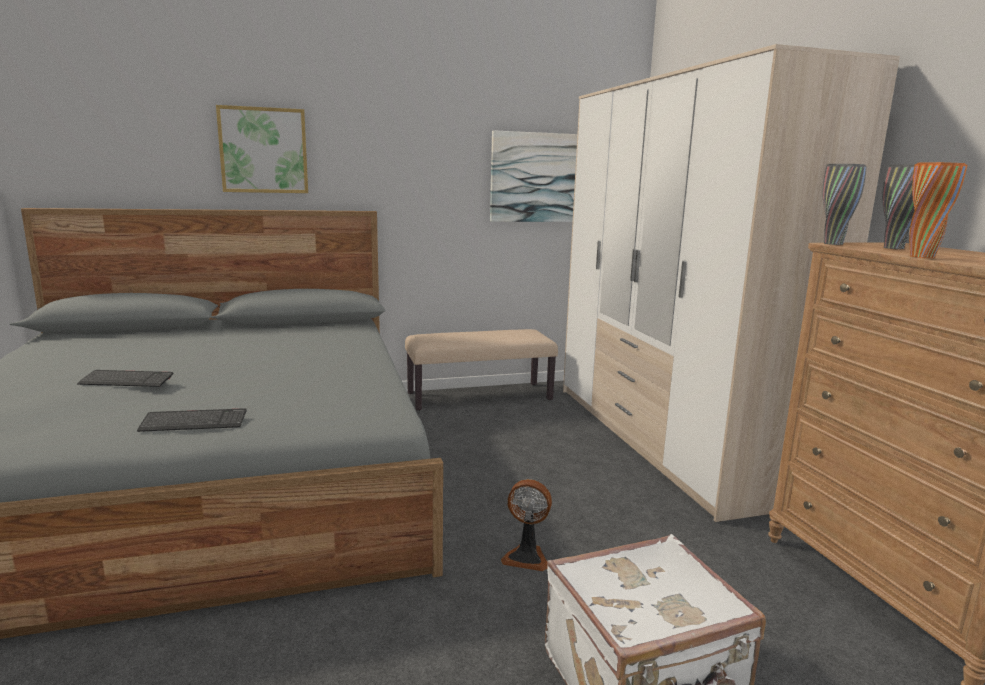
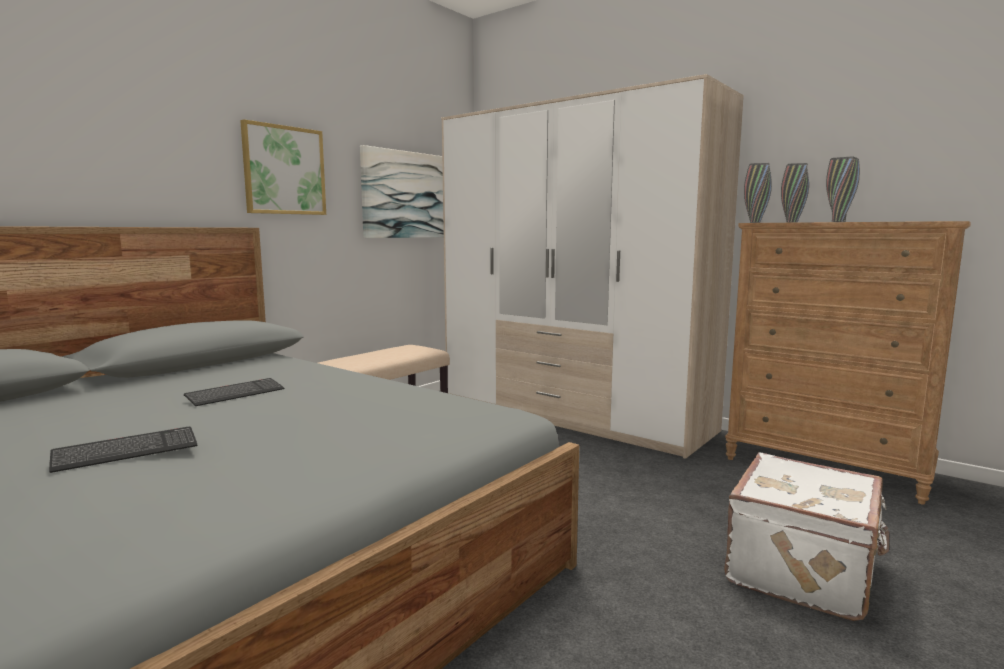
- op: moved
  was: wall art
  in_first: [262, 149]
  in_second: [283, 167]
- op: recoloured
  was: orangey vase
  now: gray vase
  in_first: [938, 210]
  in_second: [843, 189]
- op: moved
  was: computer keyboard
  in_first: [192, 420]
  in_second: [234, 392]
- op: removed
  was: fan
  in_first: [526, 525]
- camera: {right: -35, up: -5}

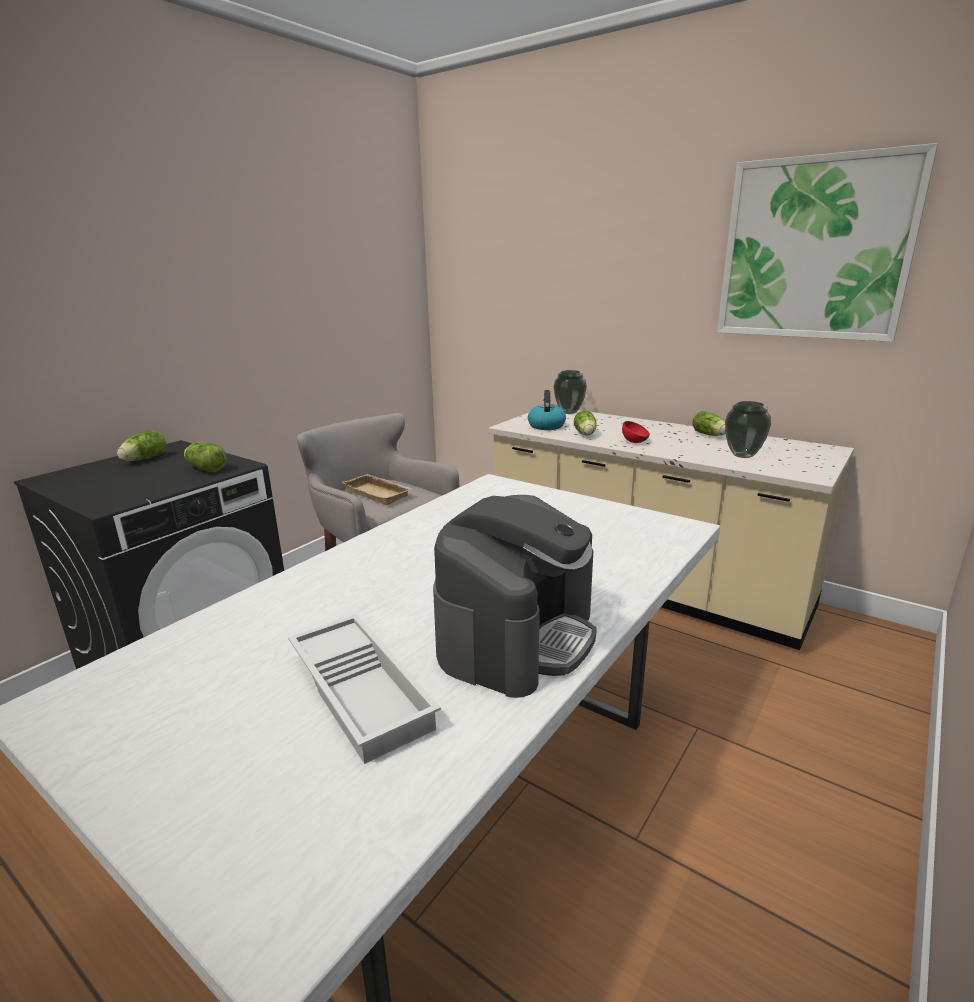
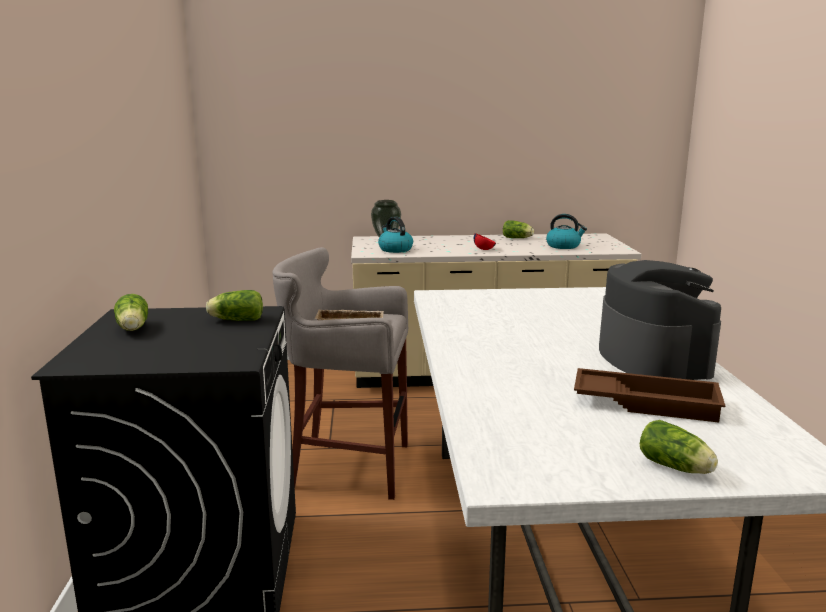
- op: removed
  was: wall art
  in_first: [827, 242]
- op: replaced
  was: vase
  now: water kettle
  in_first: [748, 429]
  in_second: [566, 231]
- op: moved
  was: lettuce
  in_first: [585, 423]
  in_second: [679, 447]
- op: recoloured
  was: white serving tray
  now: brown-coloured serving tray
  in_first: [364, 689]
  in_second: [649, 395]
- camera: {right: -40, up: -5}

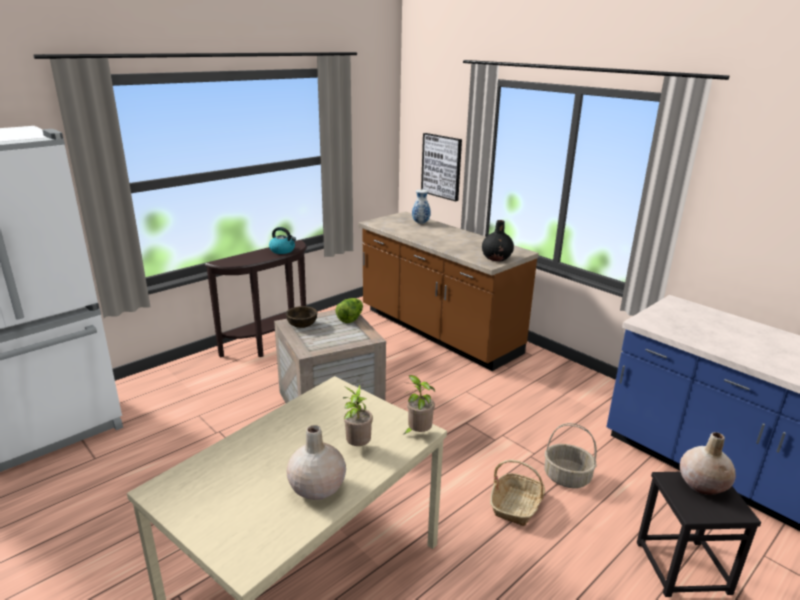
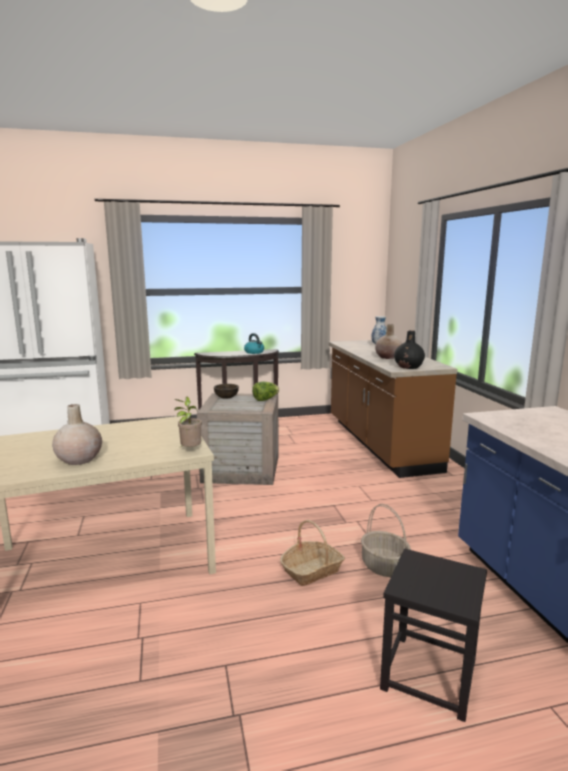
- op: removed
  was: wall art
  in_first: [441, 167]
- op: removed
  was: houseplant
  in_first: [358, 415]
- op: moved
  was: beige-coloured vase
  in_first: [708, 463]
  in_second: [388, 341]
- camera: {right: 30, up: -10}

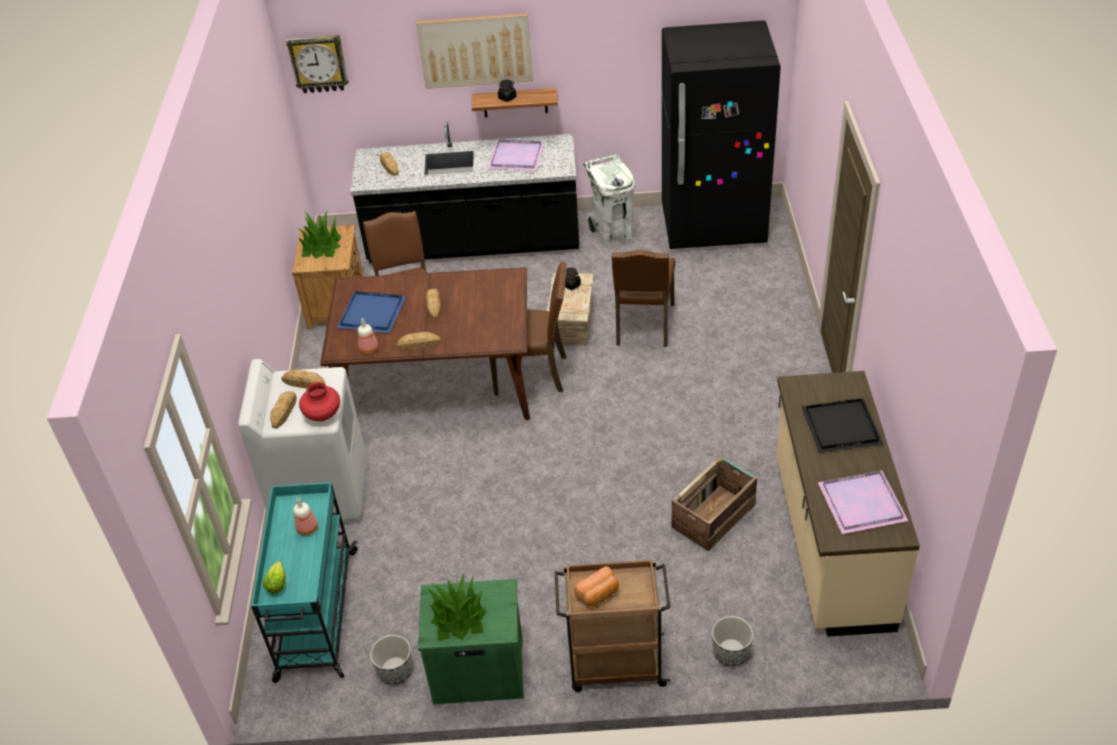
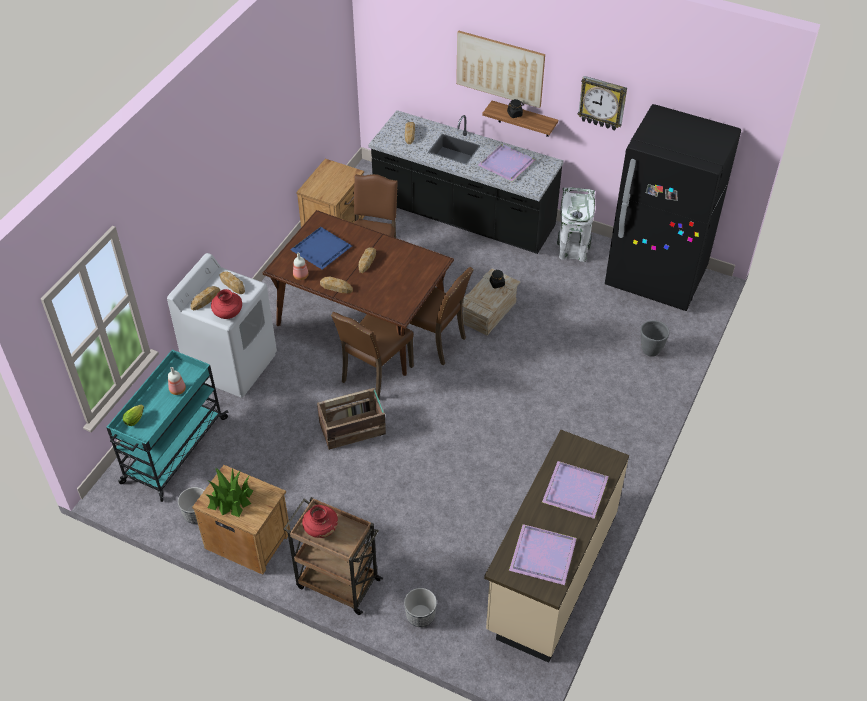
- op: moved
  was: hanging clock
  in_first: [317, 64]
  in_second: [602, 103]
- op: removed
  was: houseplant
  in_first: [319, 235]
- op: moved
  was: brown-coloured chair
  in_first: [643, 298]
  in_second: [372, 355]
- op: recoloured
  was: black-coloured serving tray
  now: purple-coloured serving tray
  in_first: [842, 425]
  in_second: [575, 490]
- op: moved
  was: crate
  in_first: [714, 503]
  in_second: [351, 419]
- op: replaced
  was: bread
  now: reddish vase
  in_first: [596, 586]
  in_second: [320, 521]
- op: recoloured
  was: green nightstand
  now: brown-coloured nightstand
  in_first: [471, 641]
  in_second: [241, 520]
- op: added
  now: gray planter
  in_second: [654, 338]
- camera: {right: 25, up: 5}

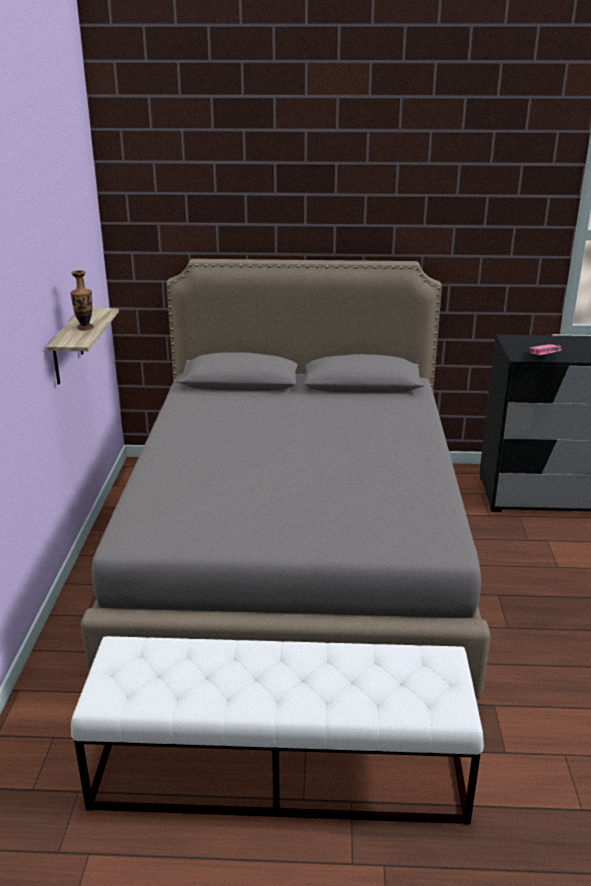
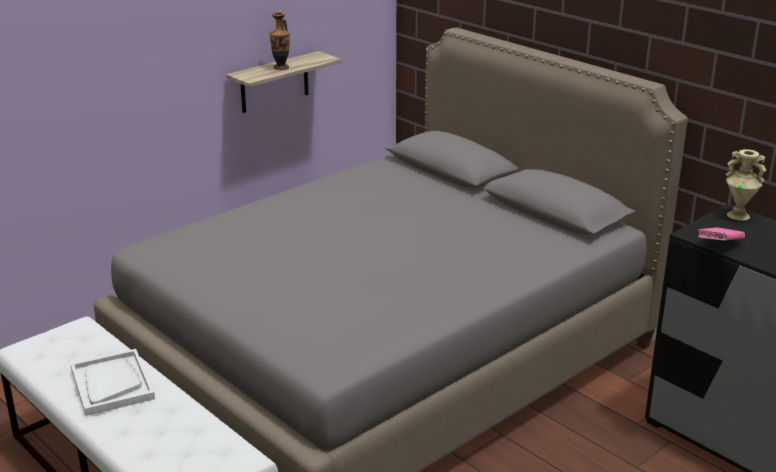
- op: added
  now: beige-coloured vase
  in_second: [746, 185]
- op: added
  now: white serving tray
  in_second: [112, 382]
- camera: {right: 45, up: 0}

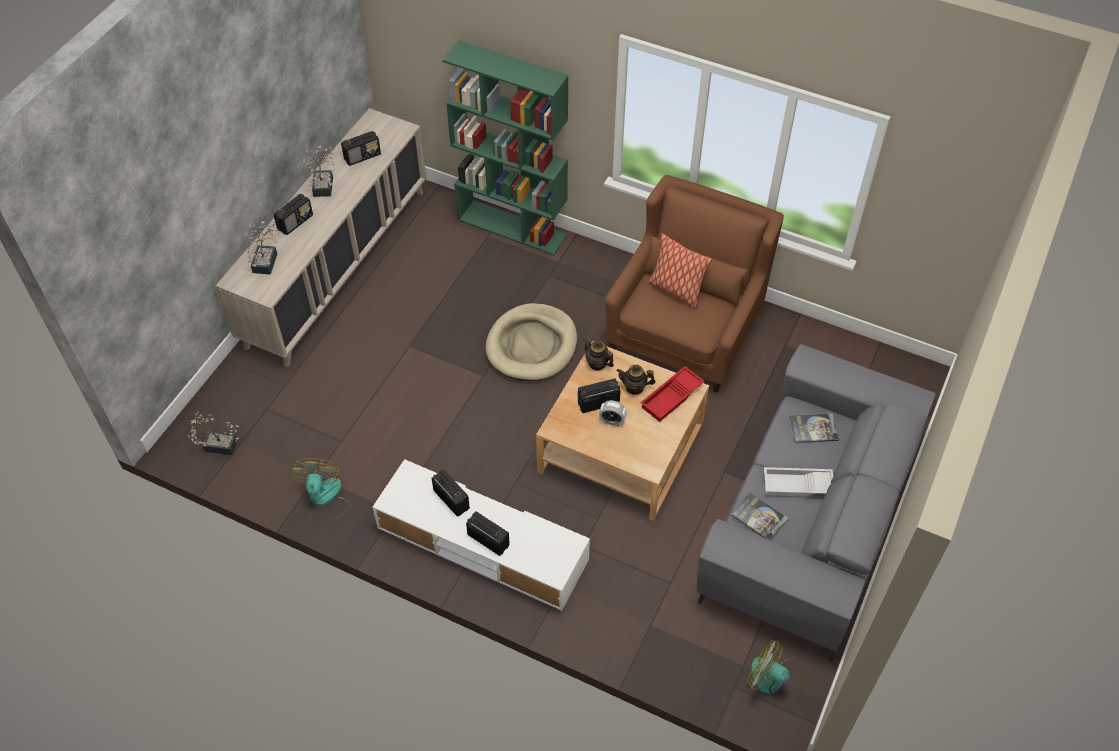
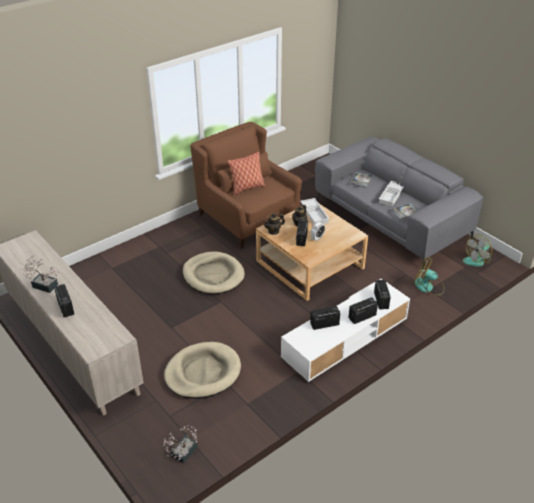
- op: removed
  was: green bookcase
  in_first: [505, 147]
- op: moved
  was: radio receiver
  in_first: [361, 148]
  in_second: [382, 295]
- op: removed
  was: houseplant
  in_first: [262, 248]
- op: recoloured
  was: reddish serving tray
  now: white serving tray
  in_first: [672, 394]
  in_second: [314, 211]
- op: moved
  was: fan
  in_first: [321, 490]
  in_second: [429, 276]
- op: added
  now: beige-coloured pet bed
  in_second: [202, 370]
- camera: {right: -65, up: -15}

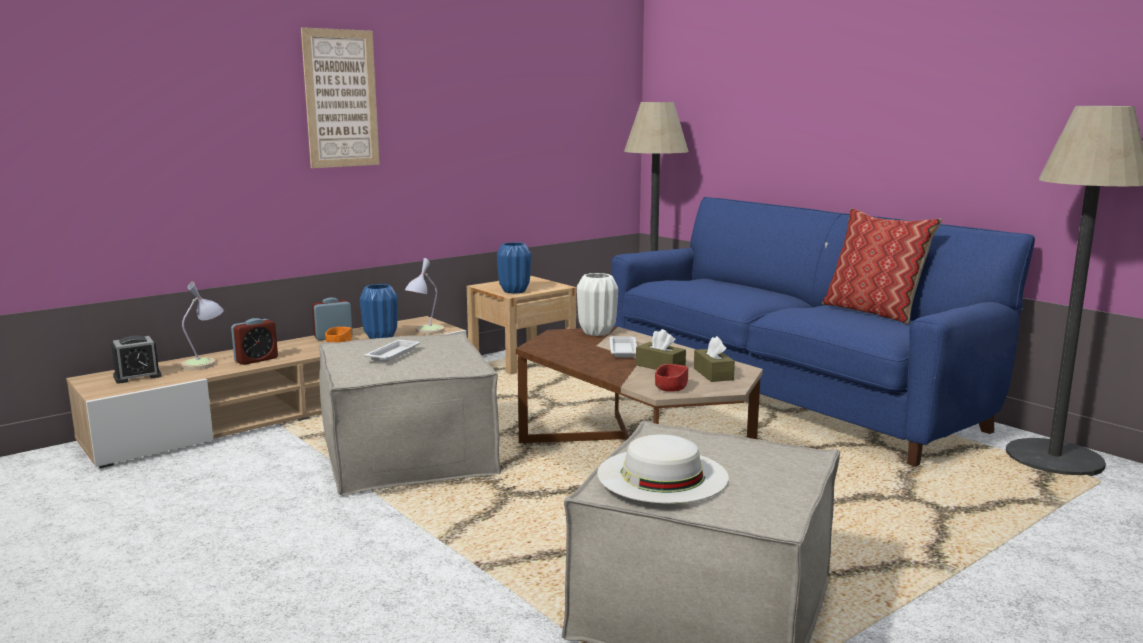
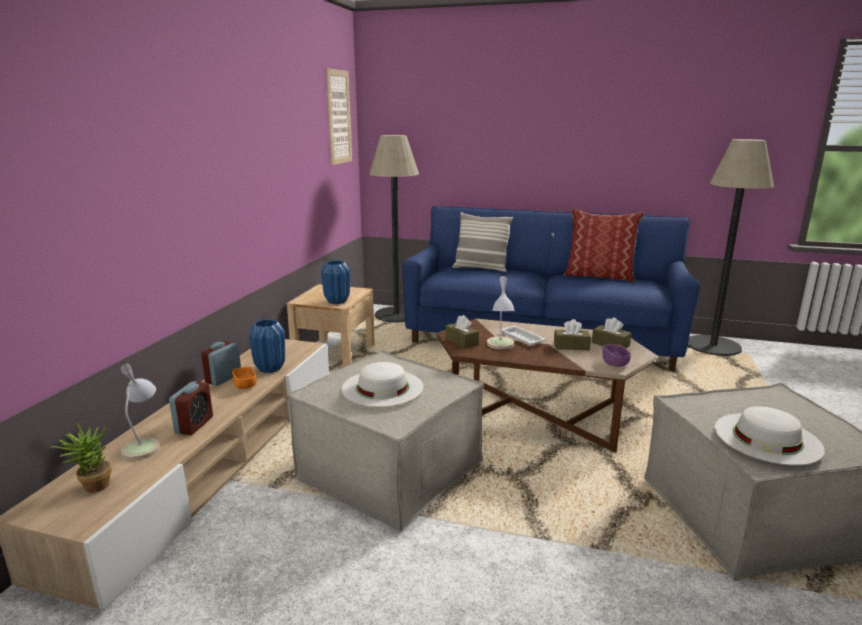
- op: moved
  was: wall art
  in_first: [340, 97]
  in_second: [339, 116]
- op: moved
  was: tabletop lamp
  in_first: [425, 296]
  in_second: [500, 313]
- op: removed
  was: white vase
  in_first: [597, 304]
- op: replaced
  was: bedside clock
  now: houseplant
  in_first: [136, 359]
  in_second: [81, 458]
- op: replaced
  was: white serving tray
  now: white hat
  in_first: [392, 351]
  in_second: [382, 384]
- op: recoloured
  was: reddish bowl
  now: purple-coloured bowl
  in_first: [671, 378]
  in_second: [616, 355]
- op: added
  now: throw pillow
  in_second: [482, 242]
- op: added
  now: brown-coloured box of tissues
  in_second: [462, 331]
- camera: {right: -35, up: 5}

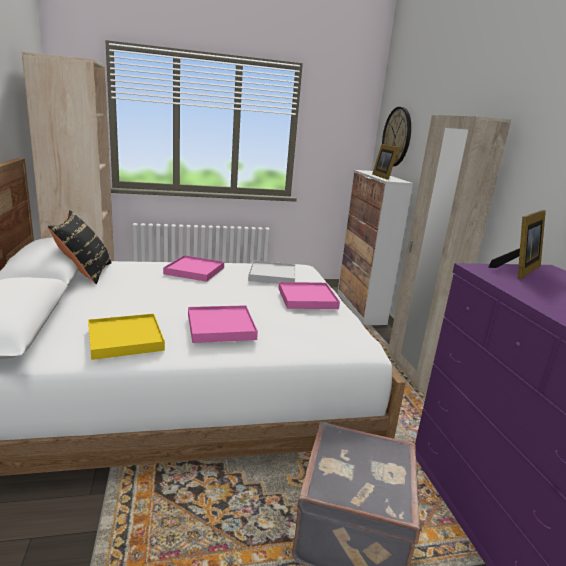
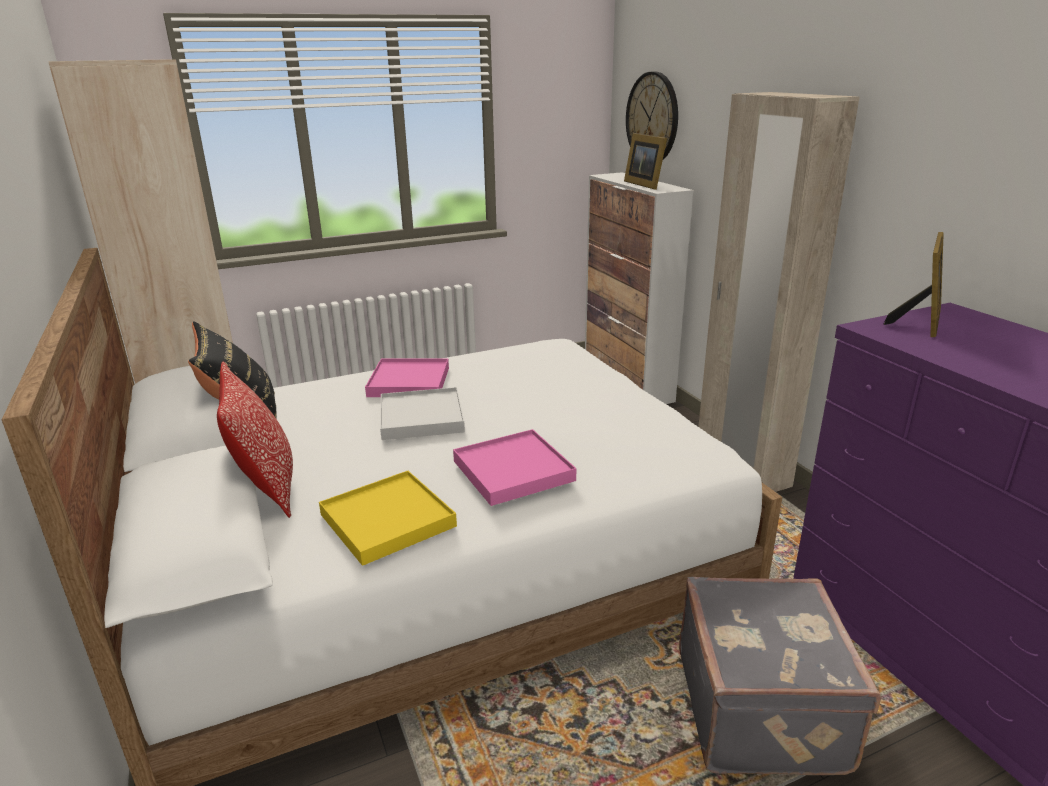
- op: moved
  was: white serving tray
  in_first: [272, 272]
  in_second: [422, 413]
- op: removed
  was: pink serving tray
  in_first: [309, 295]
- op: added
  now: throw pillow
  in_second: [255, 440]
- camera: {right: -10, up: 5}

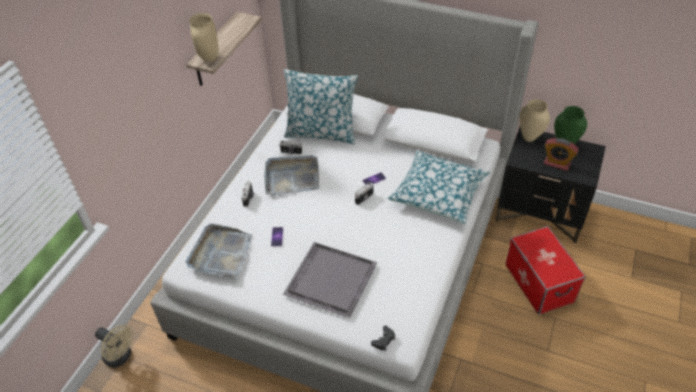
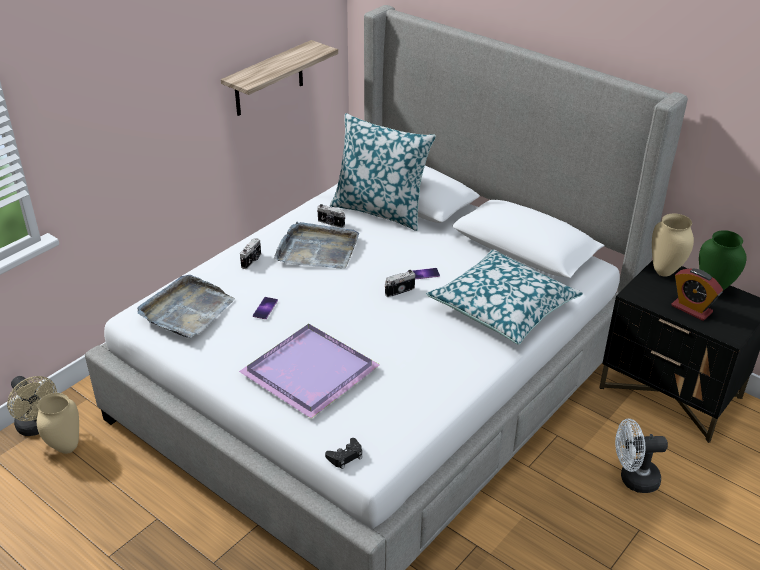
- op: moved
  was: beige-coloured vase
  in_first: [204, 37]
  in_second: [58, 423]
- op: replaced
  was: storage bin
  now: white fan
  in_first: [545, 270]
  in_second: [641, 455]
- op: recoloured
  was: gray serving tray
  now: purple-coloured serving tray
  in_first: [330, 280]
  in_second: [309, 371]
- camera: {right: 15, up: -10}

